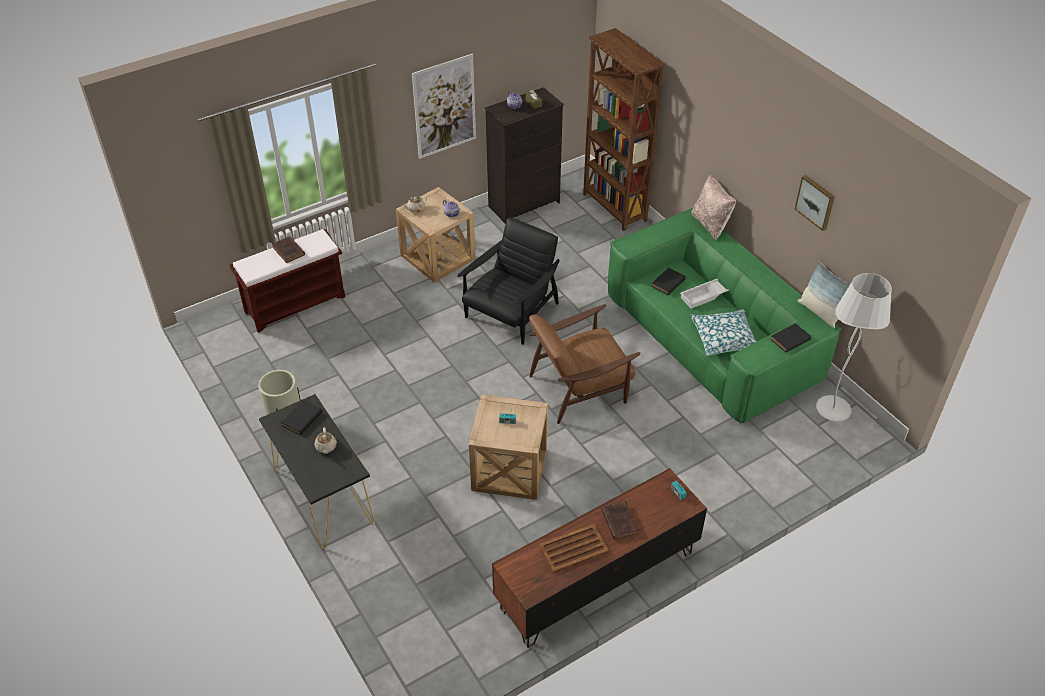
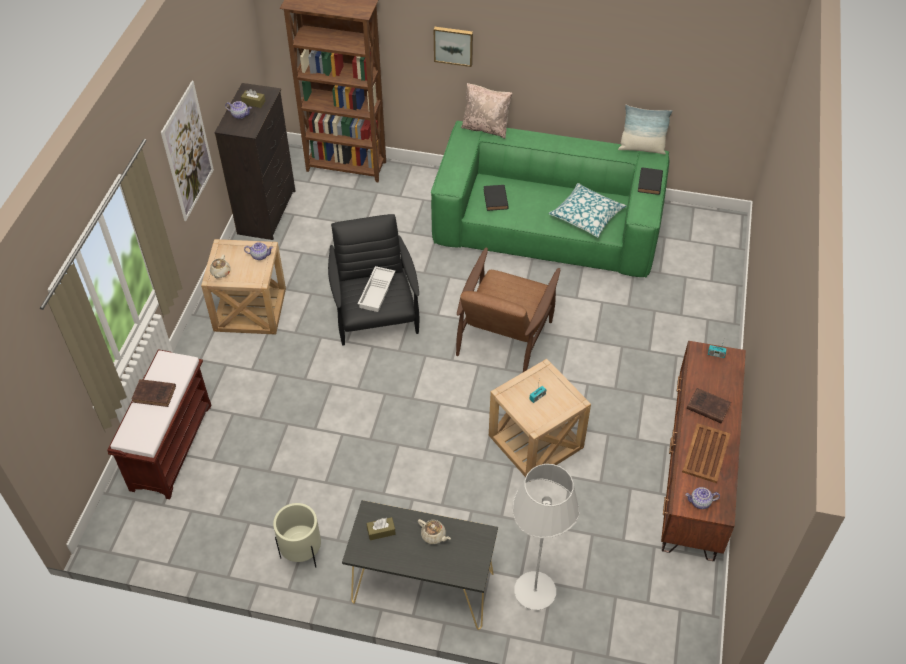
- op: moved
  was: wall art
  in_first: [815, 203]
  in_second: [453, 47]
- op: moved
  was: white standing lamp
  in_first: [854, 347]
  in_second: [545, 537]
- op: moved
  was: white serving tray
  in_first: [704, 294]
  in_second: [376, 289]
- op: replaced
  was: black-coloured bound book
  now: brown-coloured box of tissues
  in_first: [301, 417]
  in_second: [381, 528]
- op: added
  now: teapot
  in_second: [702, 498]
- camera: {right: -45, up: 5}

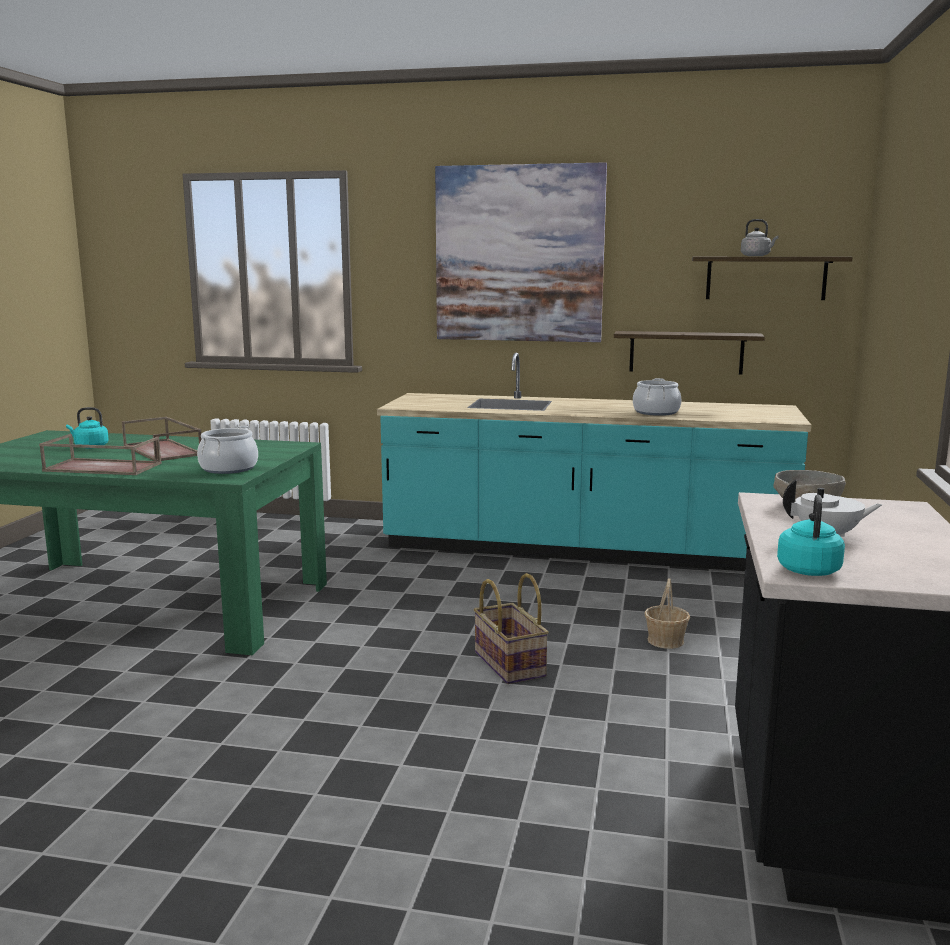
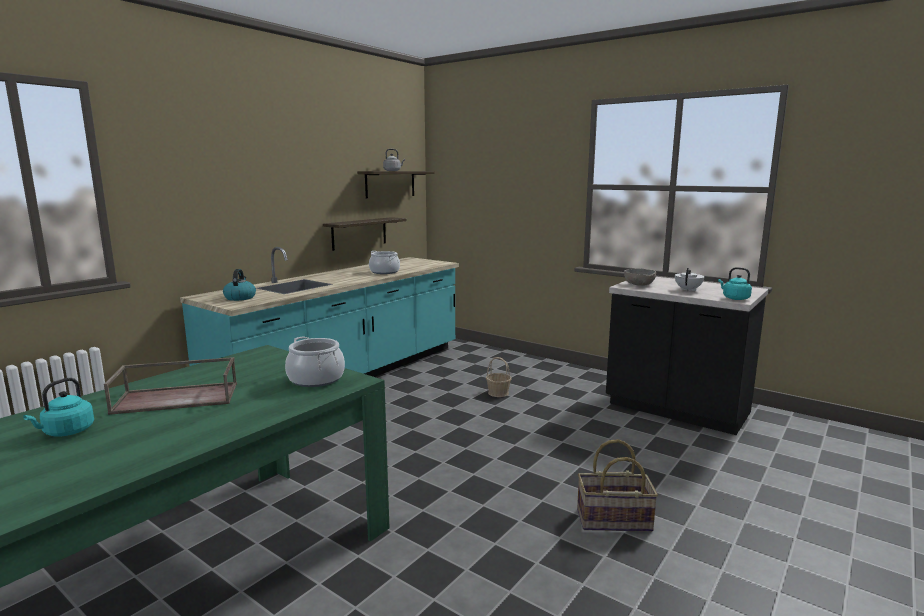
- op: removed
  was: wall art
  in_first: [521, 252]
- op: removed
  was: brown-coloured serving tray
  in_first: [100, 454]
- op: moved
  was: storage basket
  in_first: [511, 628]
  in_second: [617, 485]
- op: added
  now: water kettle
  in_second: [239, 285]
- camera: {right: -65, up: 0}

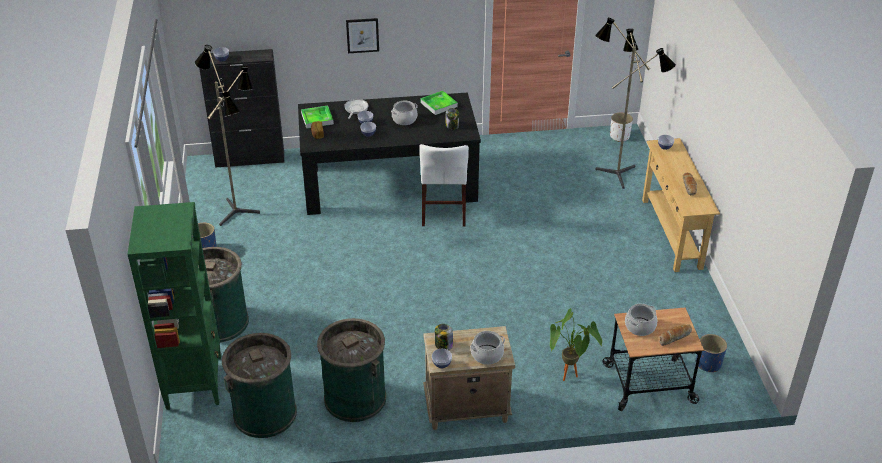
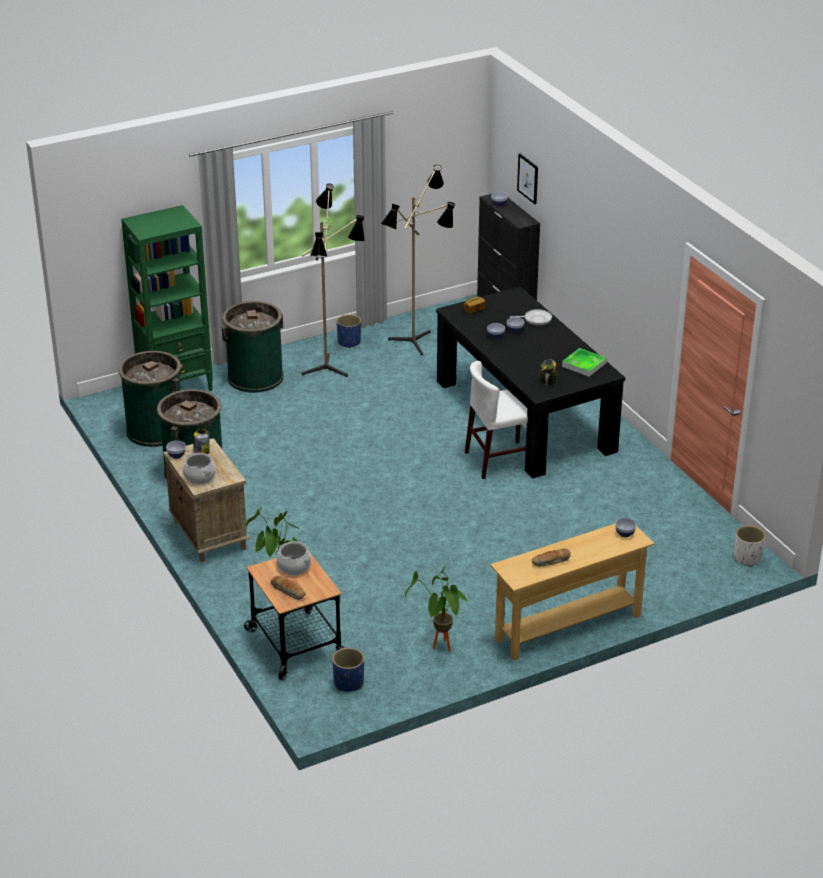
- op: moved
  was: wall art
  in_first: [362, 35]
  in_second: [527, 179]
- op: moved
  was: standing lamp
  in_first: [635, 103]
  in_second: [333, 280]
- op: removed
  was: saucepot
  in_first: [404, 113]
- op: removed
  was: serving tray
  in_first: [317, 116]
- op: added
  now: houseplant
  in_second: [436, 608]
- camera: {right: 70, up: -5}

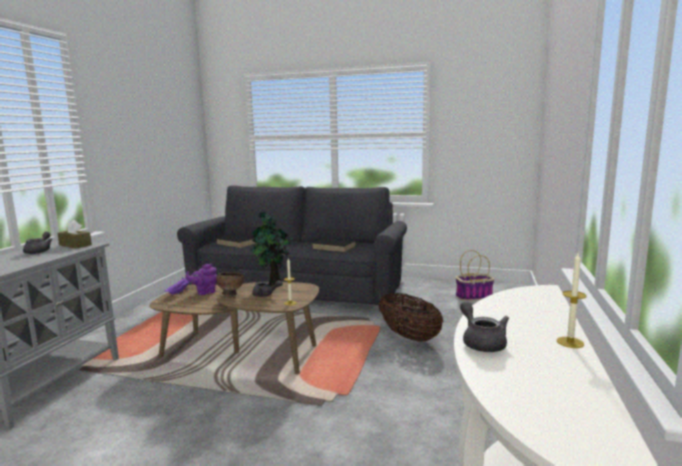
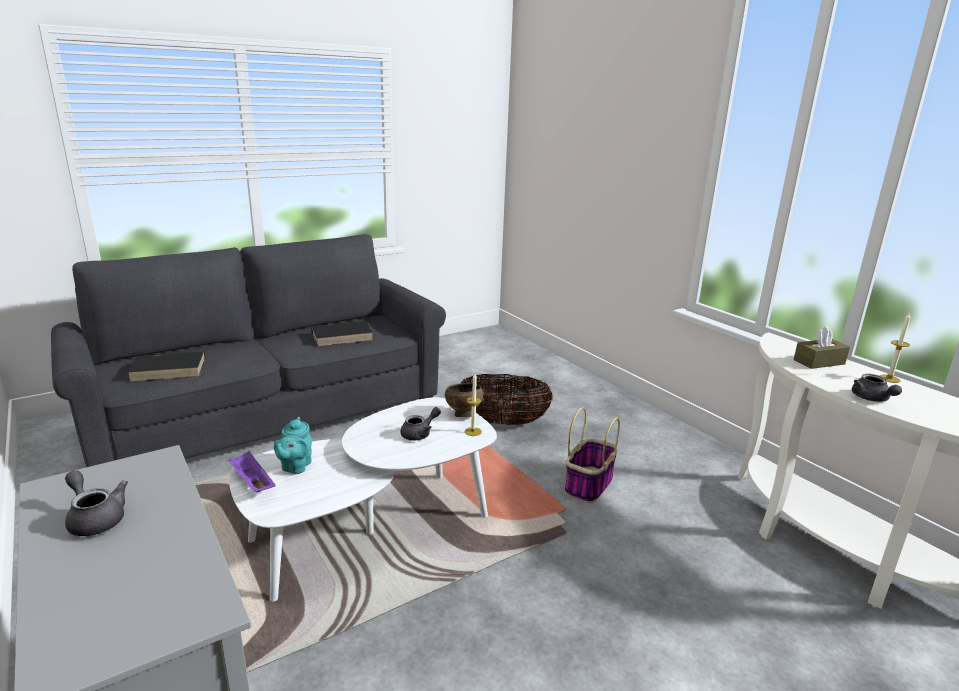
- op: removed
  was: houseplant
  in_first: [273, 249]
- op: moved
  was: brown-coloured box of tissues
  in_first: [74, 234]
  in_second: [822, 347]
- op: moved
  was: storage basket
  in_first: [475, 275]
  in_second: [592, 455]
- op: recoloured
  was: purple-coloured teapot
  now: blue-green teapot
  in_first: [201, 279]
  in_second: [293, 445]
- op: moved
  was: brown-coloured bowl
  in_first: [230, 283]
  in_second: [464, 400]
- op: recoloured
  was: brown-coloured lounge table
  now: white lounge table
  in_first: [234, 328]
  in_second: [363, 499]
- op: turned
  was: gray teapot
  in_first: [484, 326]
  in_second: [877, 388]
  clockwise: -120
- camera: {right: -50, up: 10}

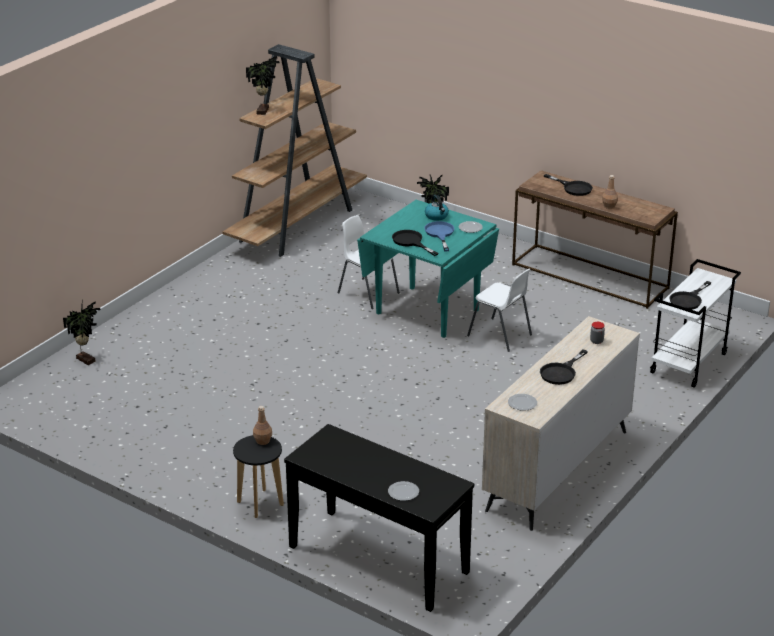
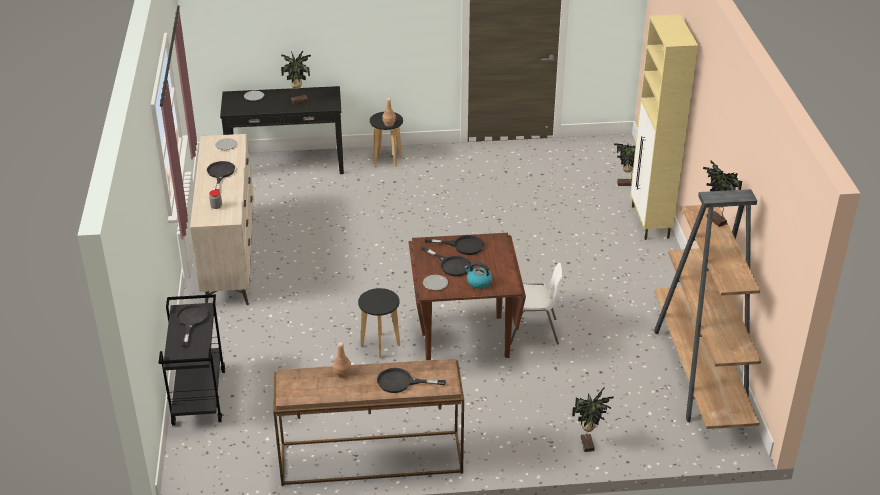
- op: recoloured
  was: blue-green dining table
  now: brown-coloured dining table
  in_first: [428, 269]
  in_second: [467, 296]
- op: recoloured
  was: blue pan
  now: black-coloured pan
  in_first: [439, 236]
  in_second: [446, 261]
- op: recoloured
  was: white trolley
  now: black-coloured trolley
  in_first: [695, 323]
  in_second: [192, 359]
- op: replaced
  was: white chair
  now: black-coloured stool
  in_first: [499, 310]
  in_second: [379, 323]
- op: added
  now: beige-coloured storage cabinet
  in_second: [664, 127]
- op: added
  now: houseplant
  in_second: [296, 77]
- camera: {right: 140, up: 5}

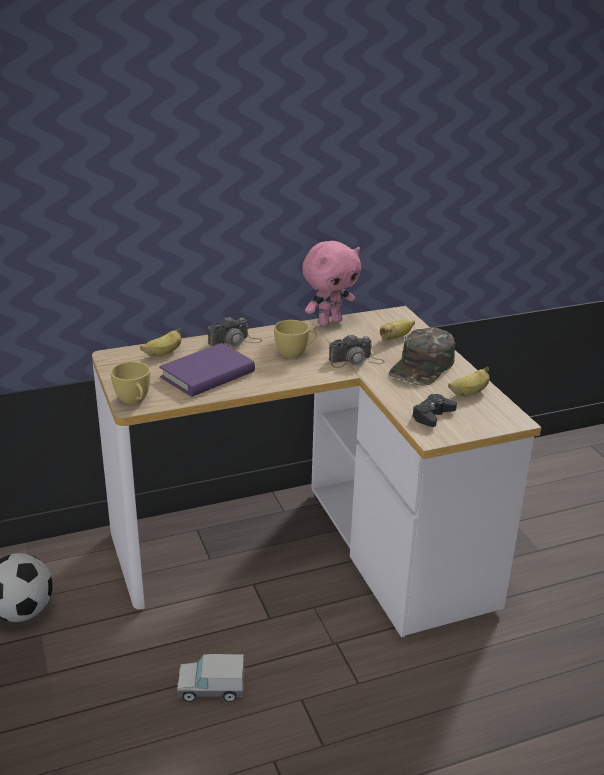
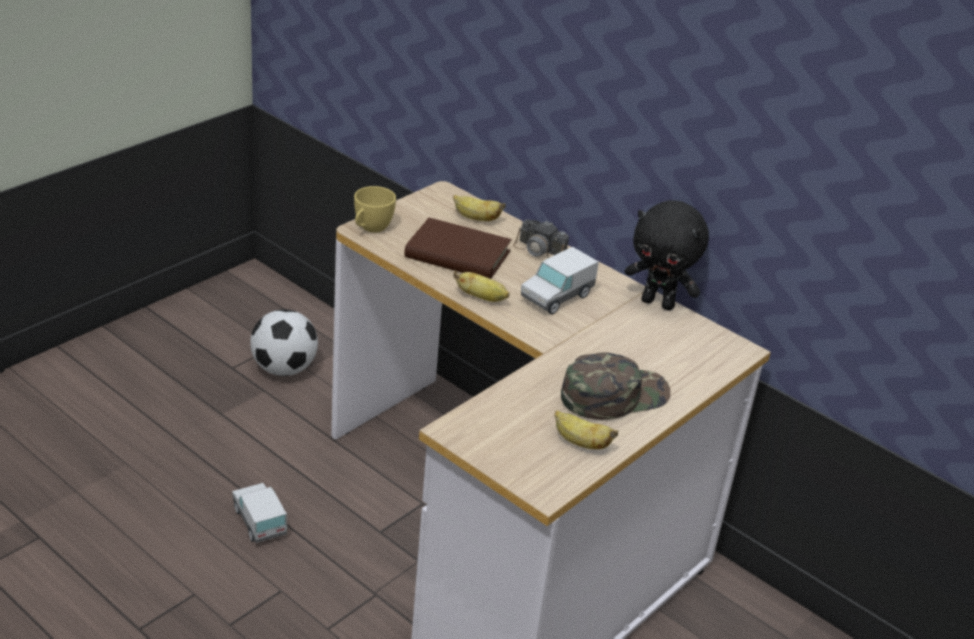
- op: recoloured
  was: pink cuddly toy
  now: black-coloured cuddly toy
  in_first: [331, 283]
  in_second: [667, 255]
- op: replaced
  was: yellow drinking cup
  now: toy lorry
  in_first: [295, 339]
  in_second: [560, 280]
- op: moved
  was: banana
  in_first: [397, 330]
  in_second: [482, 286]
- op: turned
  was: green cap
  in_first: [422, 356]
  in_second: [616, 386]
  clockwise: 150
- op: removed
  was: still camera
  in_first: [357, 351]
- op: recoloured
  was: purple-coloured bound book
  now: brown-coloured bound book
  in_first: [207, 370]
  in_second: [457, 248]
- op: removed
  was: black-coloured gamepad
  in_first: [434, 410]
- camera: {right: 60, up: 5}

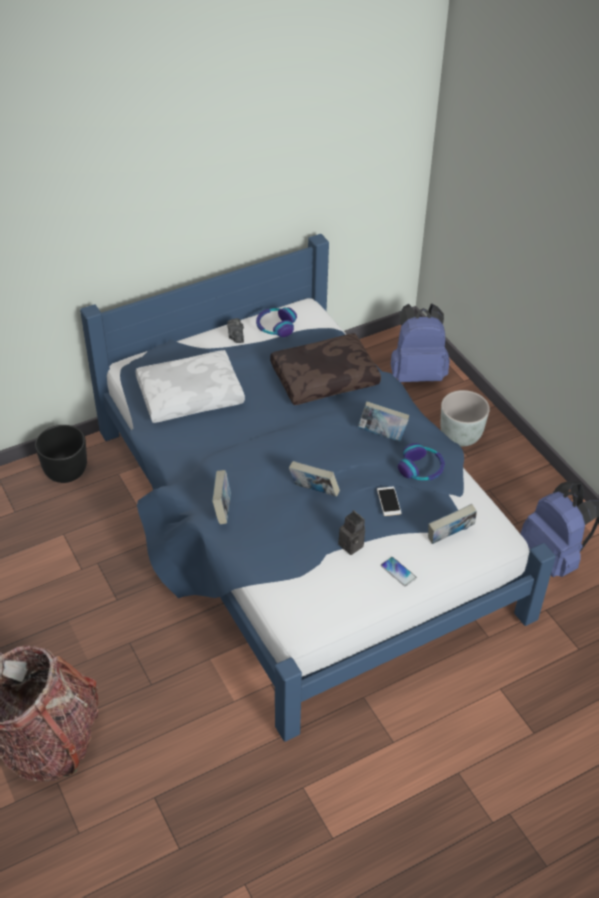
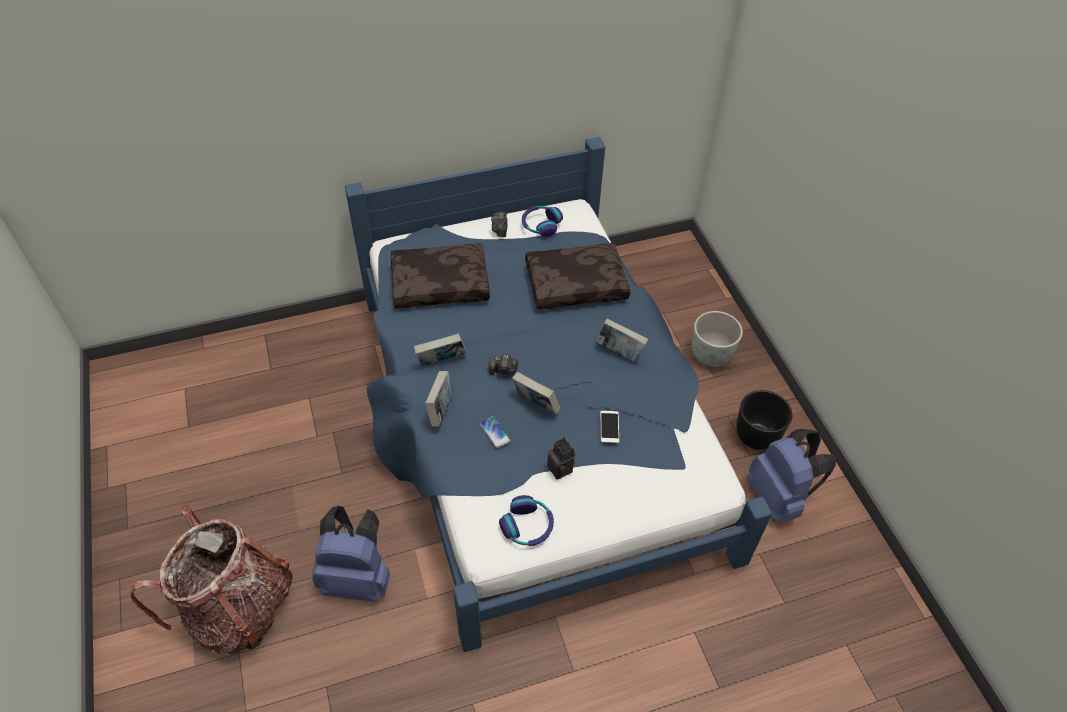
- op: moved
  was: blue knapsack
  in_first: [420, 342]
  in_second: [351, 554]
- op: recoloured
  was: white throw pillow
  now: brown-coloured throw pillow
  in_first: [190, 386]
  in_second: [440, 276]
- op: moved
  was: black-coloured planter
  in_first: [61, 454]
  in_second: [764, 420]
- op: moved
  was: headset
  in_first: [421, 461]
  in_second: [526, 520]
- op: moved
  was: bound book
  in_first: [452, 524]
  in_second: [440, 349]
- op: moved
  was: phone
  in_first: [399, 572]
  in_second: [495, 432]
- op: added
  now: still camera
  in_second: [503, 365]
- camera: {right: 10, up: 5}

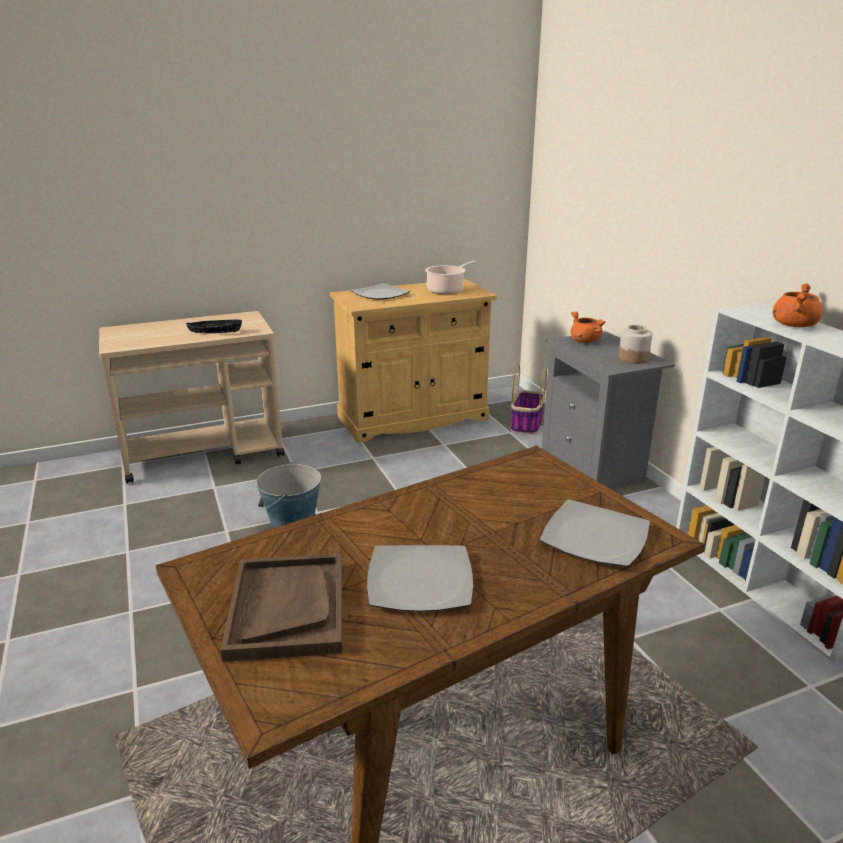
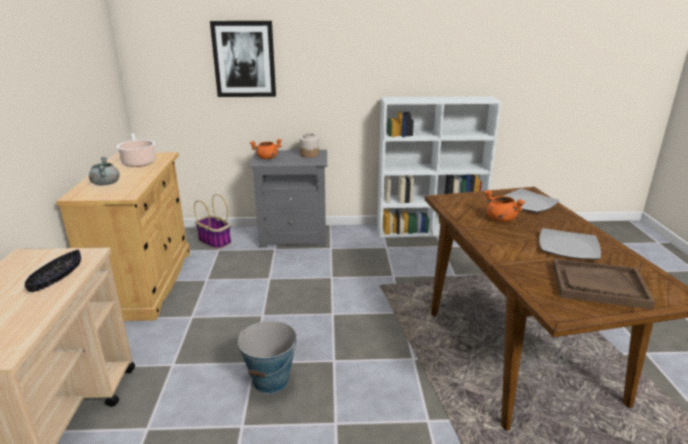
- op: replaced
  was: dinner plate
  now: gray saucepot
  in_first: [380, 291]
  in_second: [104, 171]
- op: moved
  was: orangey saucepot
  in_first: [797, 305]
  in_second: [505, 206]
- op: added
  now: wall art
  in_second: [243, 59]
- camera: {right: -70, up: 0}

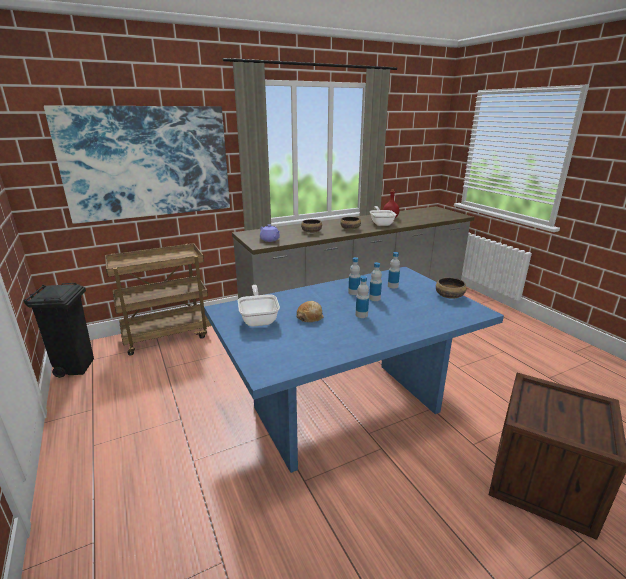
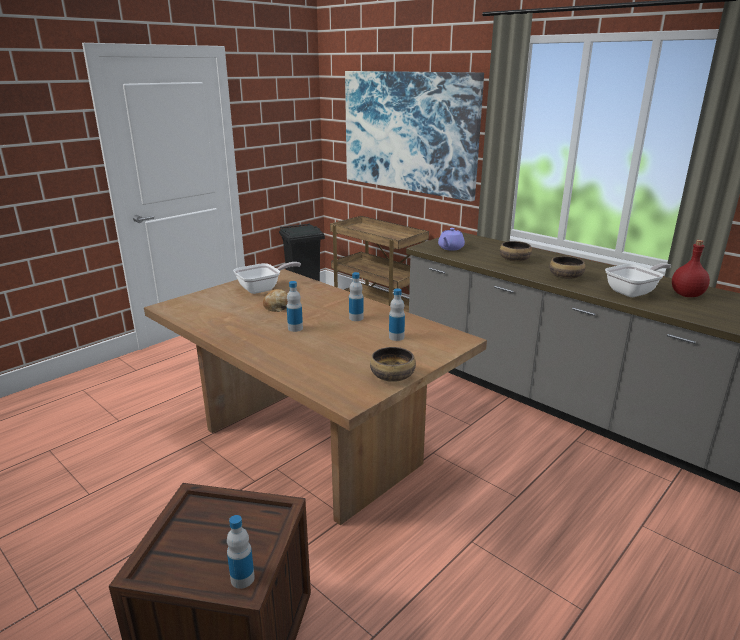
- op: moved
  was: bottle
  in_first: [375, 281]
  in_second: [241, 552]
- op: recoloured
  was: blue dining table
  now: brown-coloured dining table
  in_first: [354, 370]
  in_second: [315, 396]
- camera: {right: 70, up: 0}

